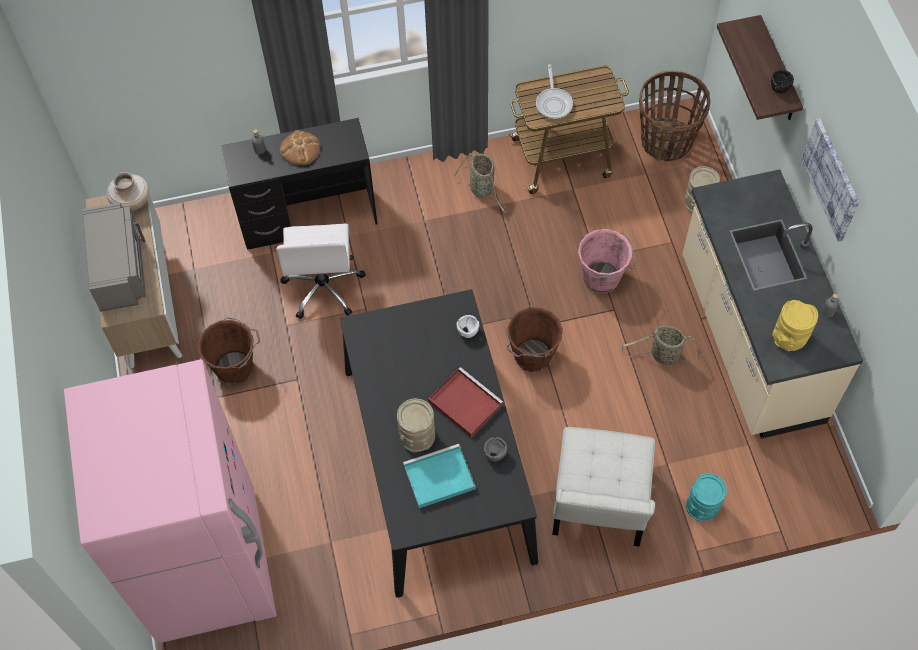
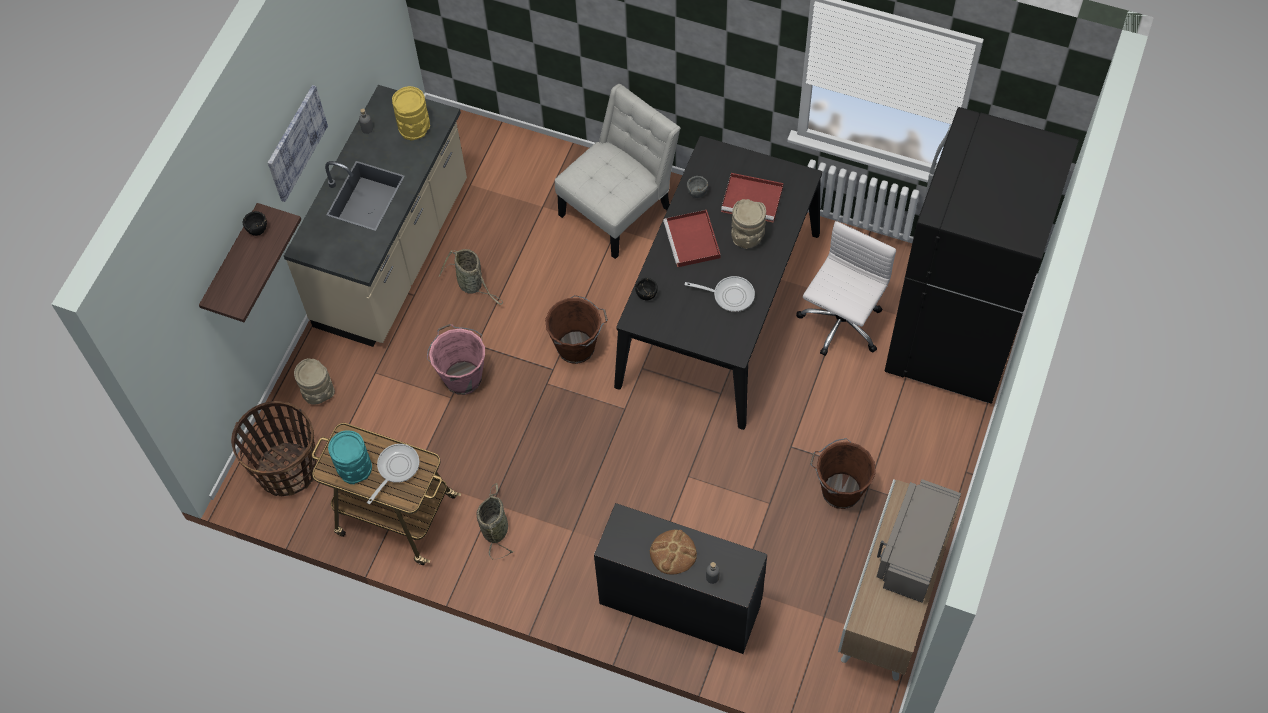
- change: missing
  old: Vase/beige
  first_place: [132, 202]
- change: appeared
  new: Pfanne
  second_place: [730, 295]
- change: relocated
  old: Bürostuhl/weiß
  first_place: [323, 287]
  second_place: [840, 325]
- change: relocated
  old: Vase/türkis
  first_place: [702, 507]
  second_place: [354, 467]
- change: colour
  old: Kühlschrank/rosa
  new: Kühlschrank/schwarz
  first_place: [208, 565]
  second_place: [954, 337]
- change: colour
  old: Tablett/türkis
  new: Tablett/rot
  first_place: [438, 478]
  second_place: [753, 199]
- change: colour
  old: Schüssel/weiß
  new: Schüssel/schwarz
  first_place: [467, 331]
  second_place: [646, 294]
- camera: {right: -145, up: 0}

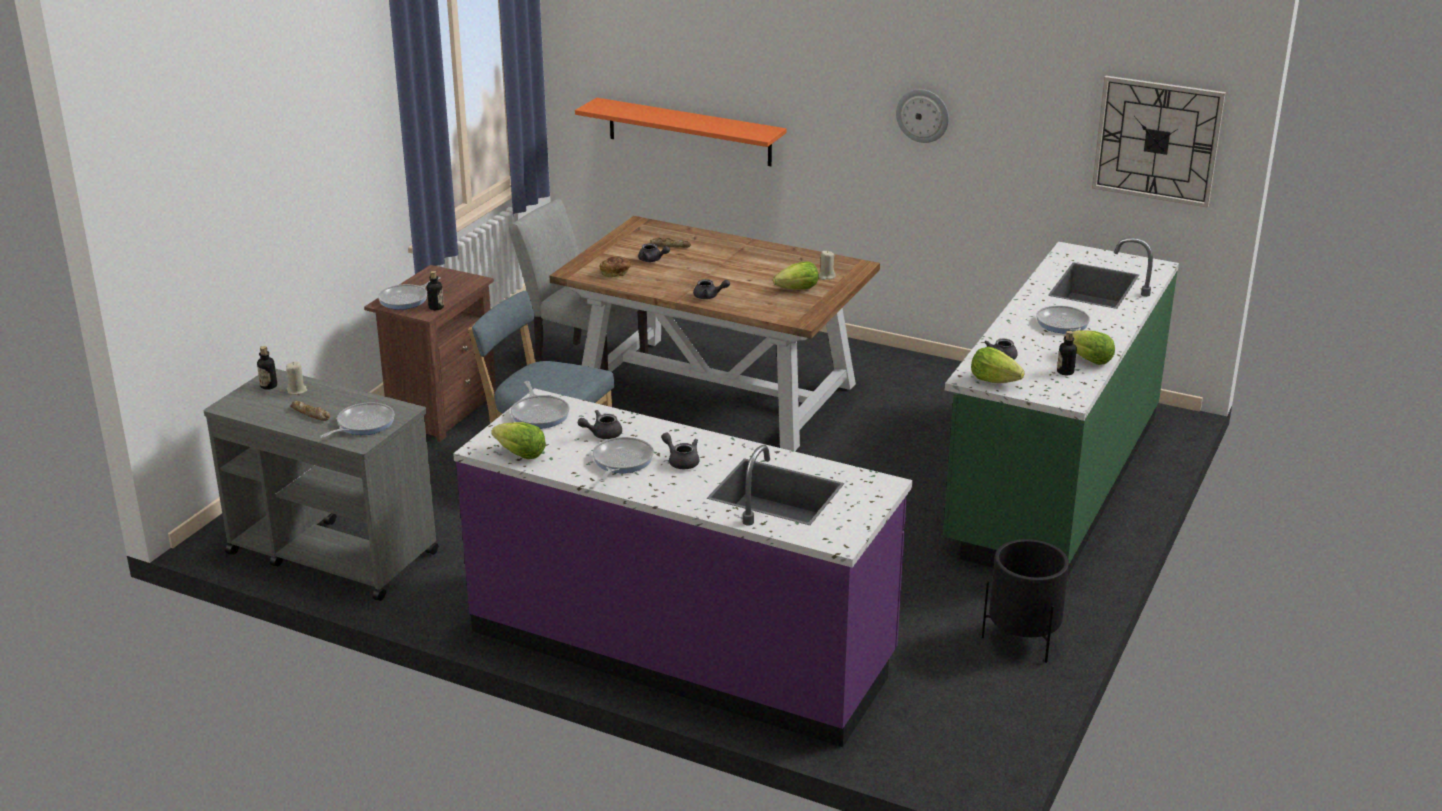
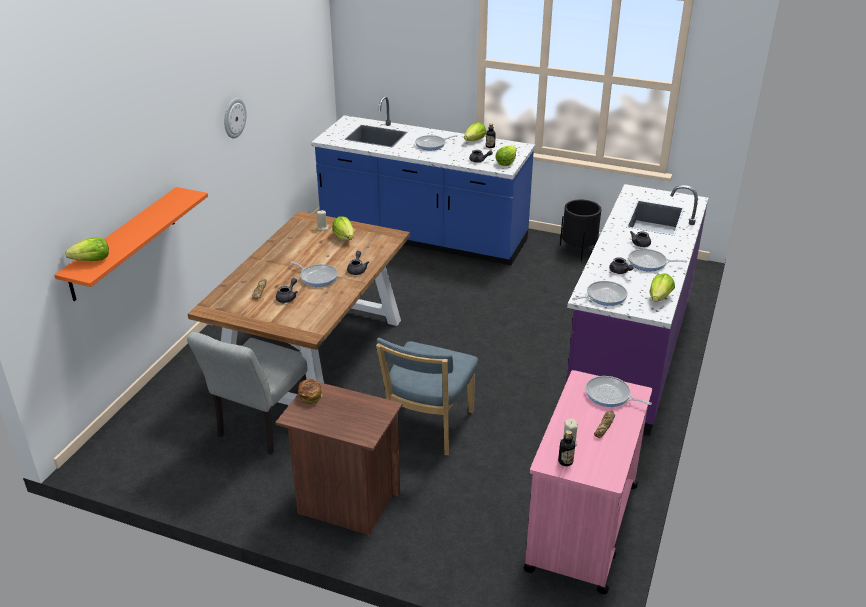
- change: missing
  old: Flasche
  first_place: [436, 307]
- change: missing
  old: Wanduhr
  first_place: [1157, 140]
- change: appeared
  new: Salatkopf
  second_place: [92, 260]
- change: relocated
  old: Pfanne
  first_place: [406, 299]
  second_place: [317, 277]
- change: relocated
  old: Brot
  first_place: [616, 273]
  second_place: [310, 396]
- change: colour
  old: Rollwagen/grau
  new: Rollwagen/rosa
  first_place: [331, 552]
  second_place: [582, 527]
- change: colour
  old: Küchenzeile/grün
  new: Küchenzeile/blau
  first_place: [1052, 480]
  second_place: [423, 237]
- camera: {right: -95, up: 5}

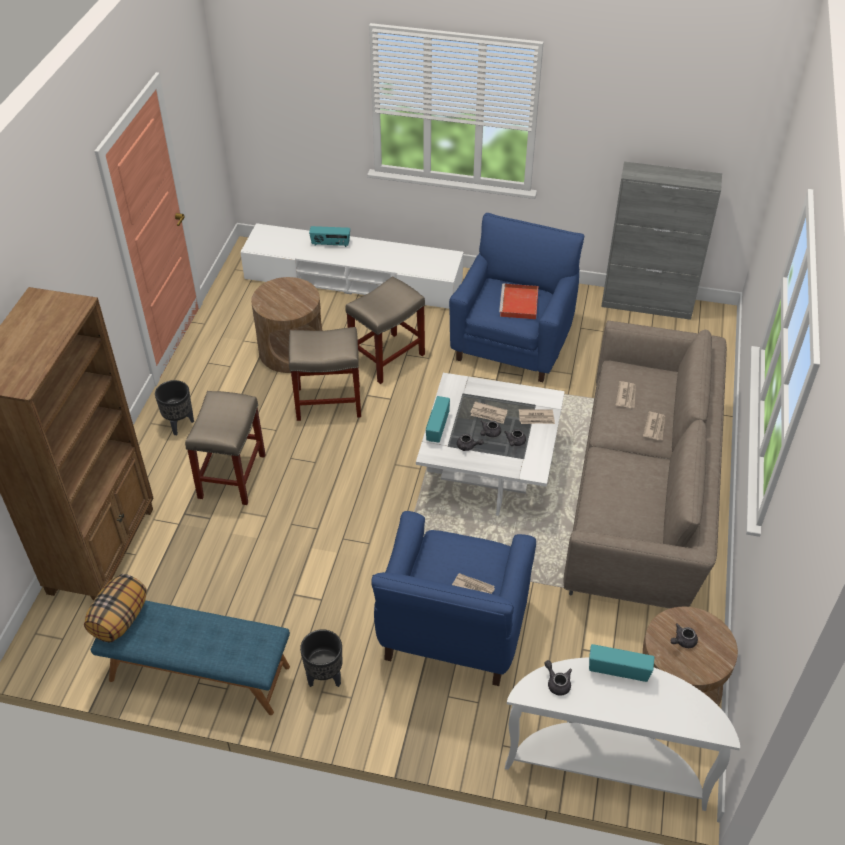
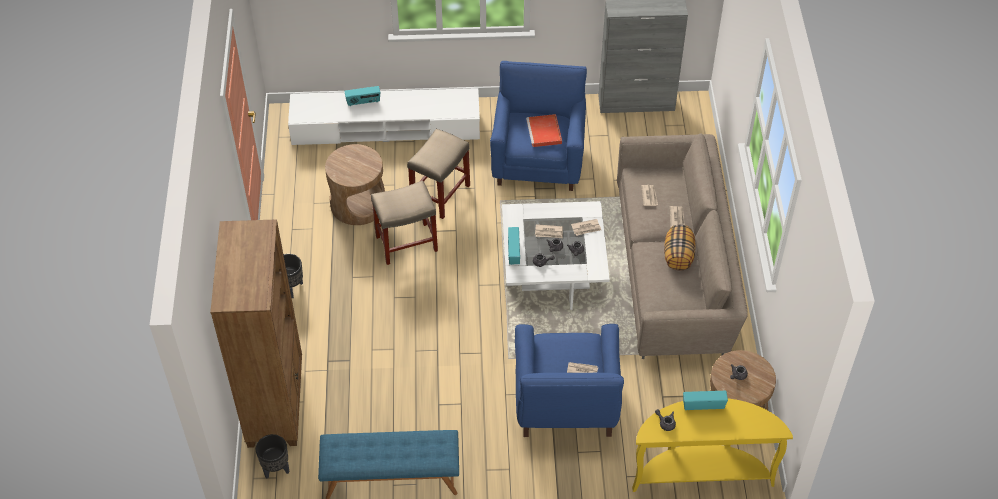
- change: missing
  old: Hocker/beige
  first_place: [232, 475]
- change: relocated
  old: Kissen
  first_place: [120, 620]
  second_place: [678, 256]
- change: relocated
  old: Pflanzkübel/schwarz
  first_place: [324, 677]
  second_place: [276, 469]
- change: colour
  old: Konsolentisch/weiß
  new: Konsolentisch/gelb
  first_place: [606, 764]
  second_place: [701, 472]
- camera: {right: -15, up: 5}

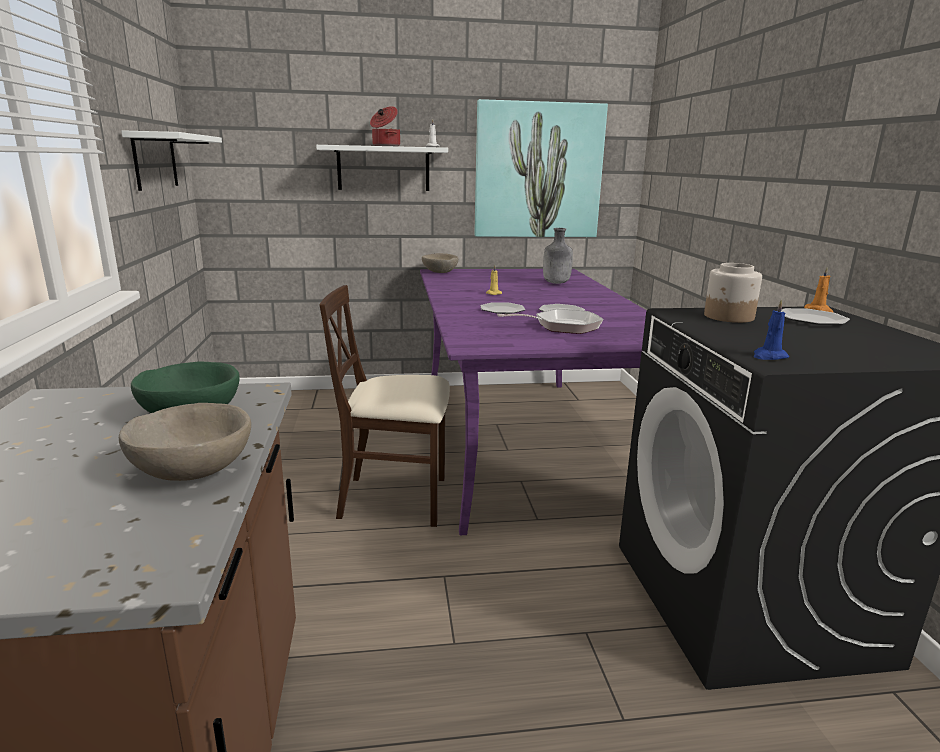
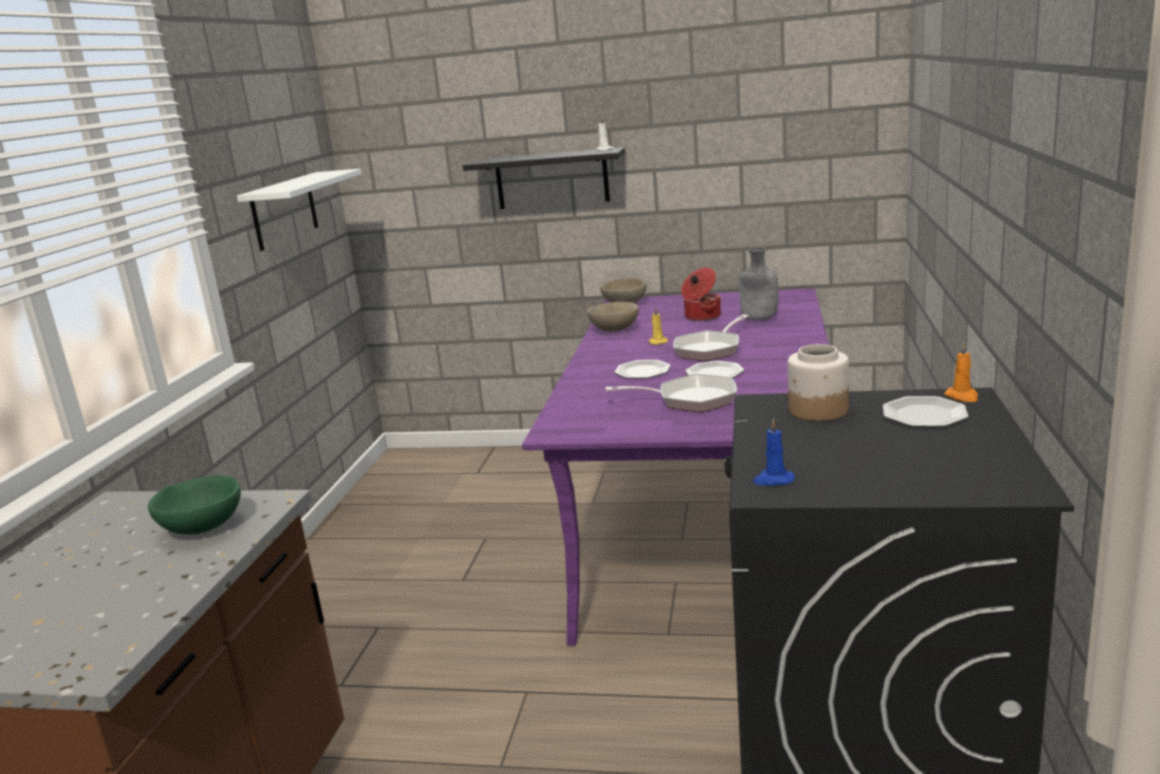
- change: missing
  old: Stuhl/beige
  first_place: [395, 498]
- change: missing
  old: Bild
  first_place: [538, 171]
- change: appeared
  new: Pfanne
  second_place: [710, 349]
- change: relocated
  old: Schüssel/beige
  first_place: [194, 471]
  second_place: [615, 329]
- change: relocated
  old: Kochtopf
  first_place: [385, 146]
  second_place: [701, 317]
- change: colour
  old: Wandregal/weiß
  new: Wandregal/schwarz
  first_place: [383, 168]
  second_place: [552, 179]
- camera: {right: 20, up: 0}

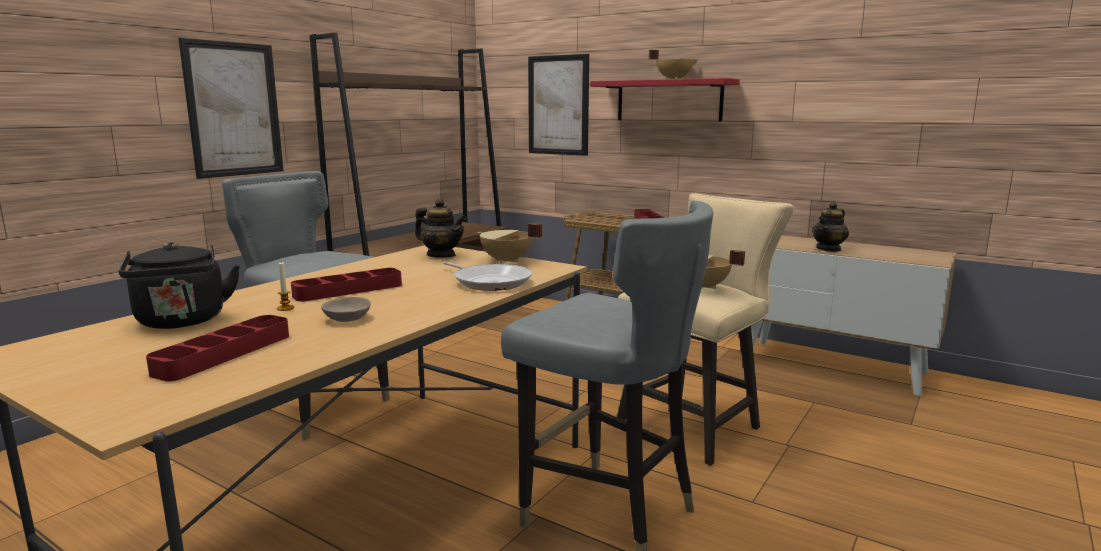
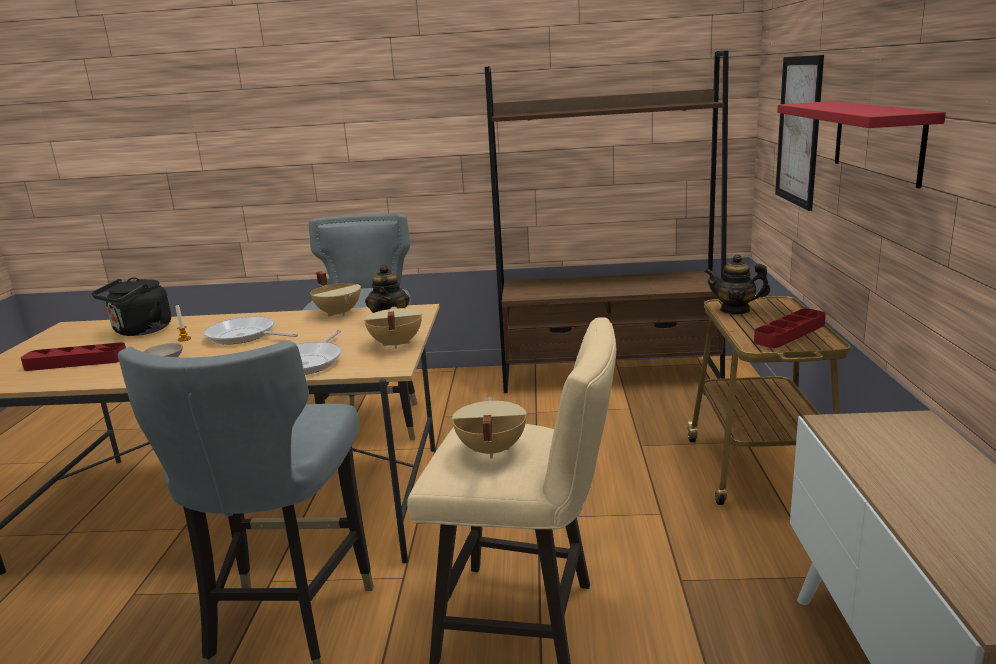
- change: missing
  old: Bild
  first_place: [234, 109]
- change: relocated
  old: Kochtopf/beige
  first_place: [673, 79]
  second_place: [339, 313]
- change: relocated
  old: Teekanne
  first_place: [829, 249]
  second_place: [735, 310]
- change: exchanged
  old: Tablett/rot
  new: Pfanne
  first_place: [348, 290]
  second_place: [244, 336]
- camera: {right: 60, up: 5}

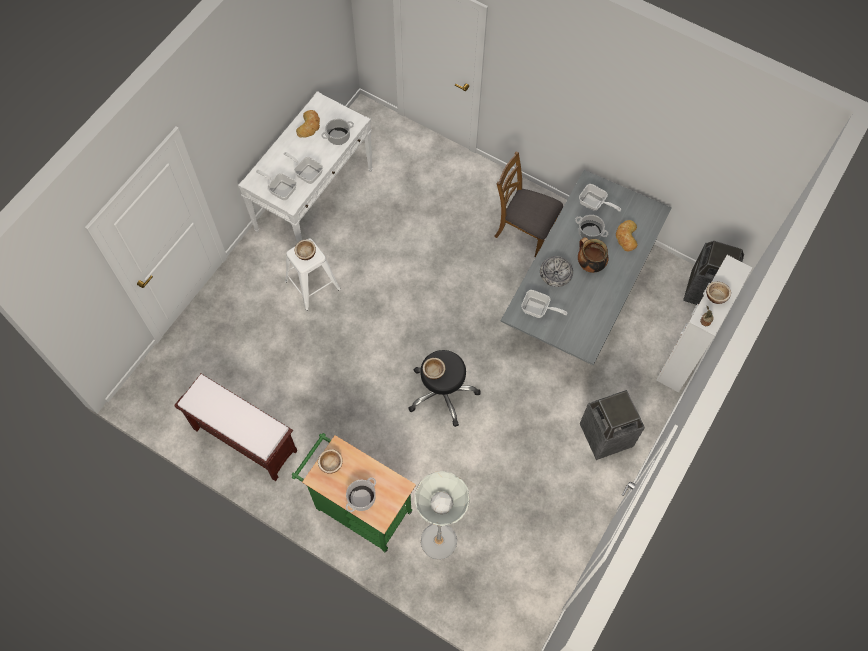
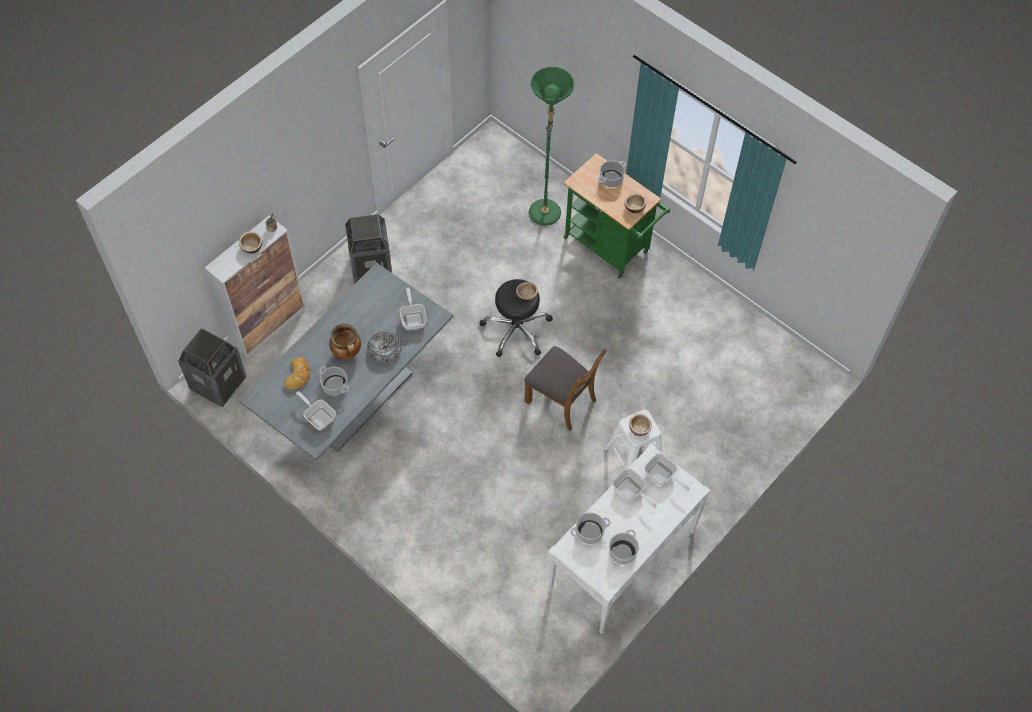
- change: missing
  old: Bank/braun
  first_place: [244, 439]
- change: relocated
  old: Stuhl/braun
  first_place: [524, 231]
  second_place: [561, 400]
- change: exchanged
  old: Brot
  new: Kochtopf
  first_place: [309, 126]
  second_place: [622, 553]
- change: colour
  old: Stehlampe/grau
  new: Stehlampe/grün
  first_place: [439, 549]
  second_place: [545, 207]
- change: spun
  old: Pfanne
  first_place: [538, 309]
  second_place: [413, 318]
  degrees: 45
- camera: {right: -170, up: -5}

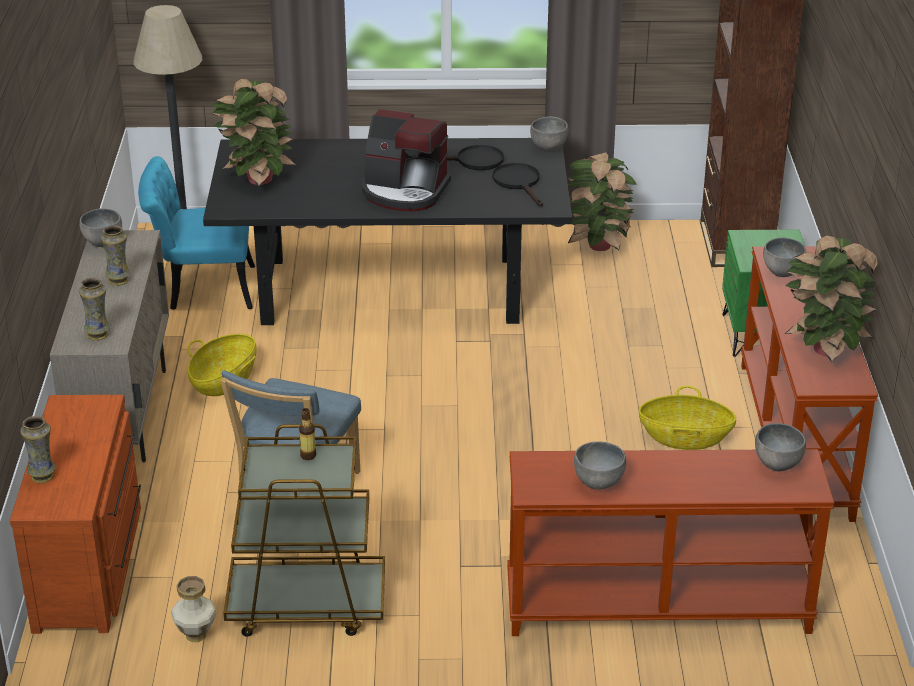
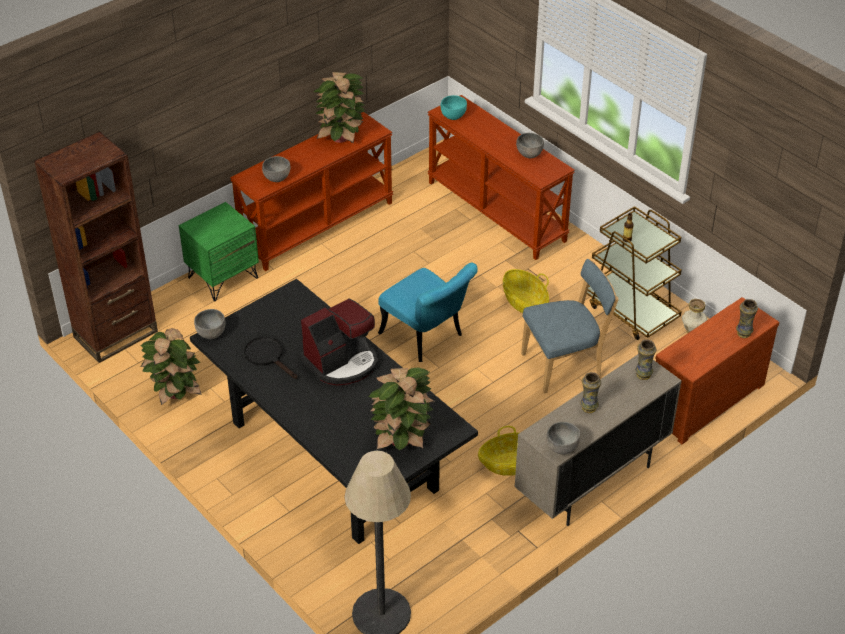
- change: missing
  old: Pfanne/schwarz
  first_place: [519, 183]
- change: relocated
  old: Stuhl/türkis
  first_place: [201, 289]
  second_place: [427, 338]
- change: relocated
  old: Korb
  first_place: [685, 438]
  second_place: [524, 302]
- change: colour
  old: Schüssel/grau
  new: Schüssel/türkis
  first_place: [777, 464]
  second_place: [453, 116]
- change: spun
  old: Kaffeemaschine
  first_place: [404, 192]
  second_place: [342, 362]
  degrees: 75
- camera: {right: -130, up: 10}

